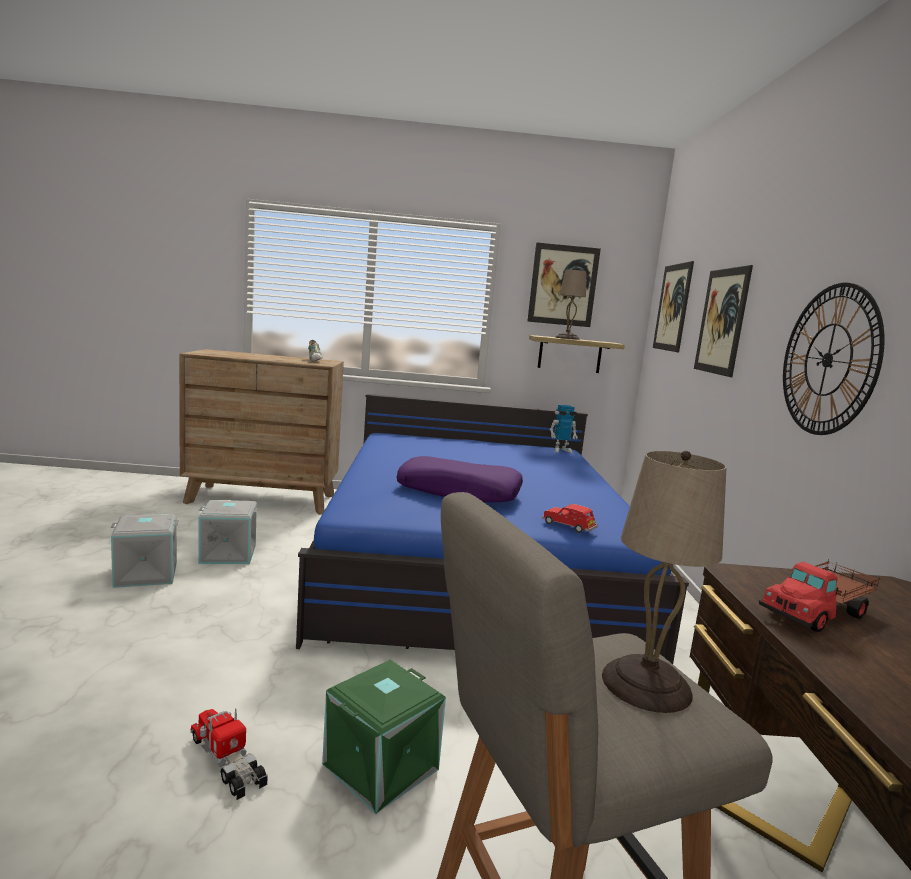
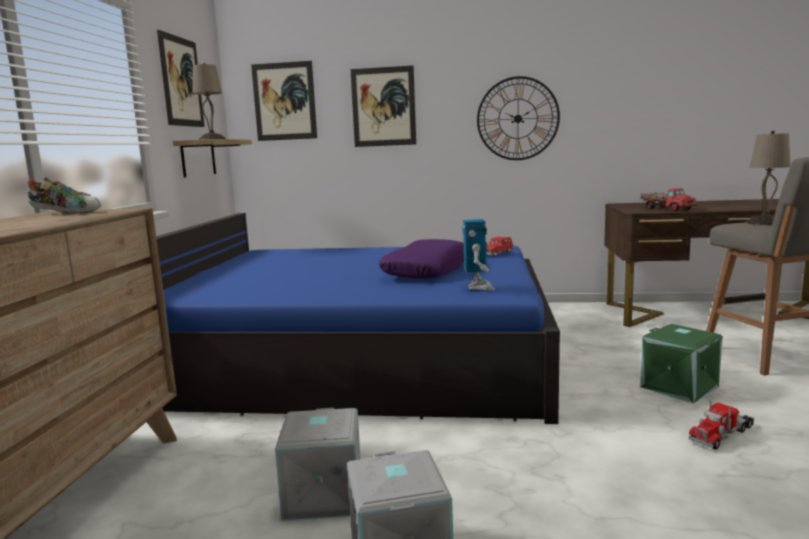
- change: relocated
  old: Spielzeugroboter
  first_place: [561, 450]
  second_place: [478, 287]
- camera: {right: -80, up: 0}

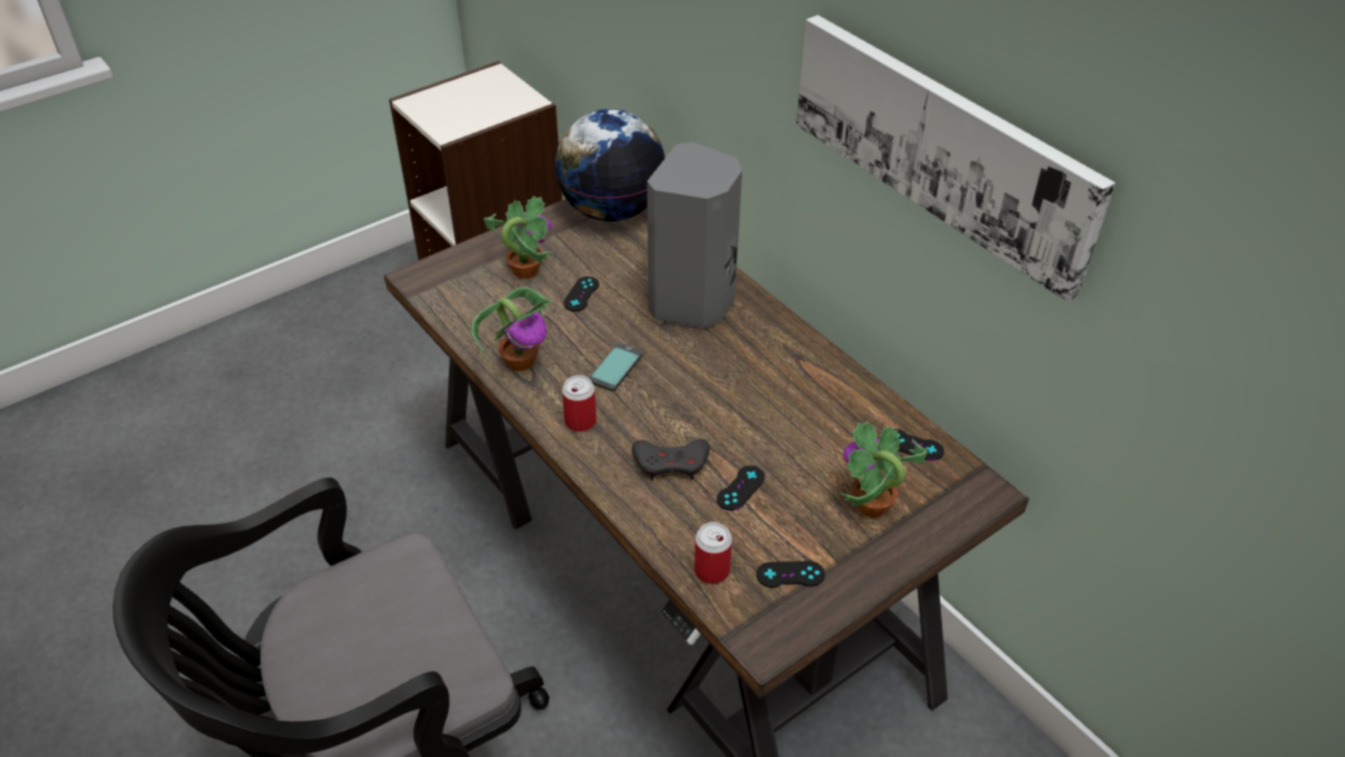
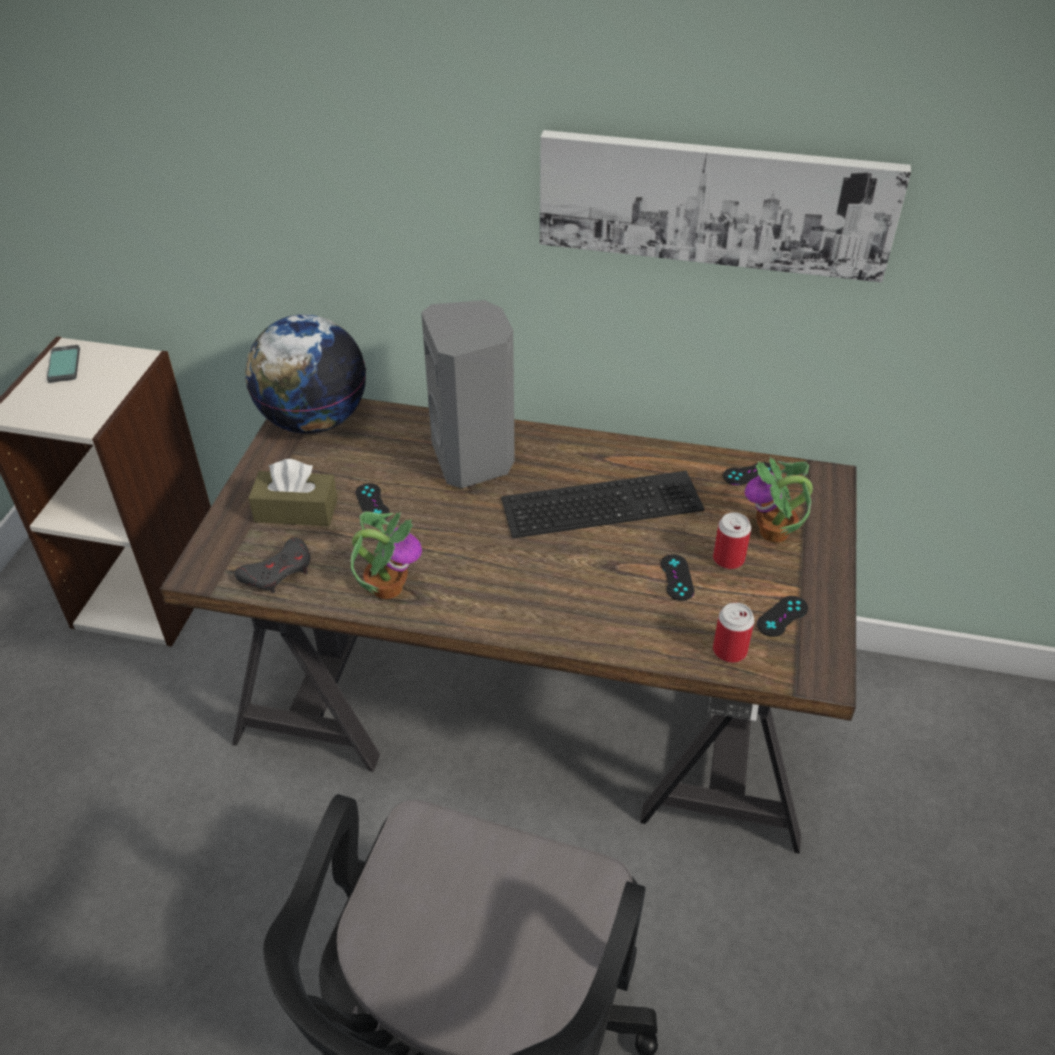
- change: appeared
  new: Tastatur
  second_place: [603, 501]
- change: relocated
  old: Dose
  first_place: [580, 421]
  second_place: [728, 559]
- change: relocated
  old: Handy
  first_place: [615, 368]
  second_place: [64, 365]
- change: relocated
  old: Gamepad/grau
  first_place: [671, 463]
  second_place: [278, 571]
- change: exchanged
  old: Topfpflanze
  new: Taschentuchbox/braun
  first_place: [524, 270]
  second_place: [296, 510]
- camera: {right: -40, up: 0}

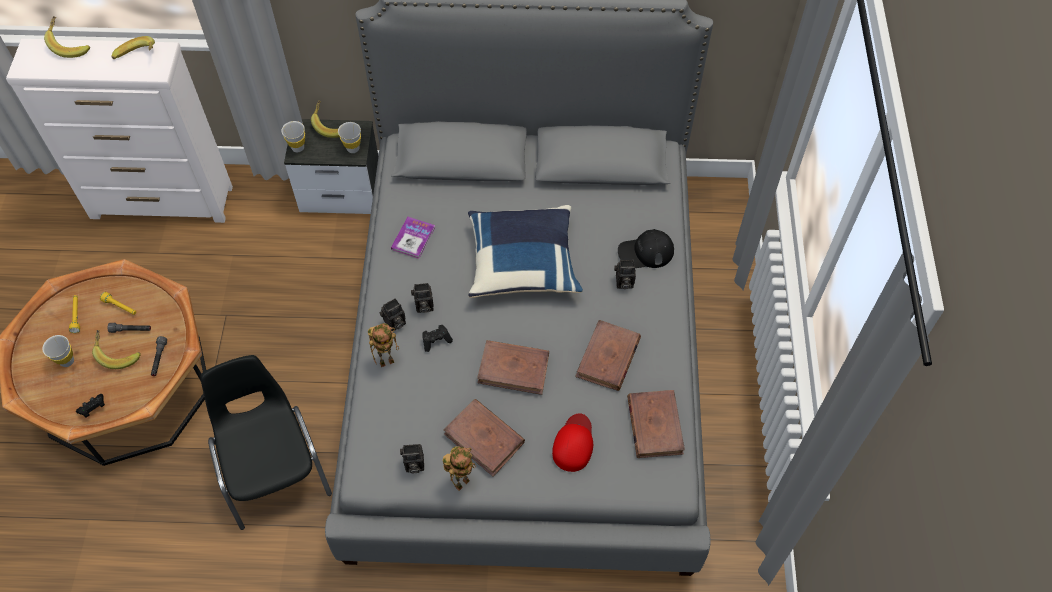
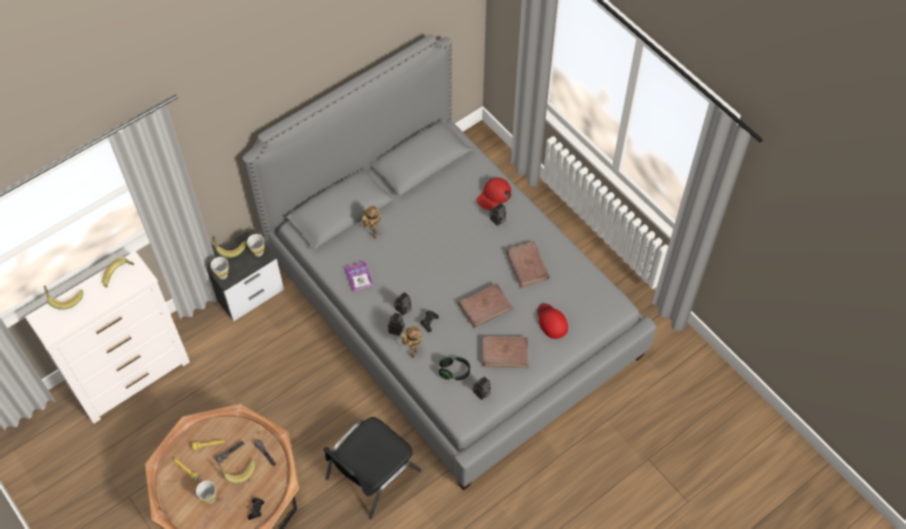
- change: missing
  old: Kissen/blau
  first_place: [523, 263]
- change: missing
  old: Buch/braun
  first_place: [654, 425]
- change: appeared
  new: Kopfhörer/schwarz
  second_place: [454, 371]
- change: relocated
  old: Spielzeugroboter
  first_place: [462, 482]
  second_place: [373, 234]
- change: colour
  old: Kappe/schwarz
  new: Kappe/rot
  first_place: [645, 252]
  second_place: [493, 196]
- change: spun
  old: Stuhl/schwarz
  first_place: [273, 468]
  second_place: [371, 474]
  degrees: -75
- camera: {right: -40, up: 0}

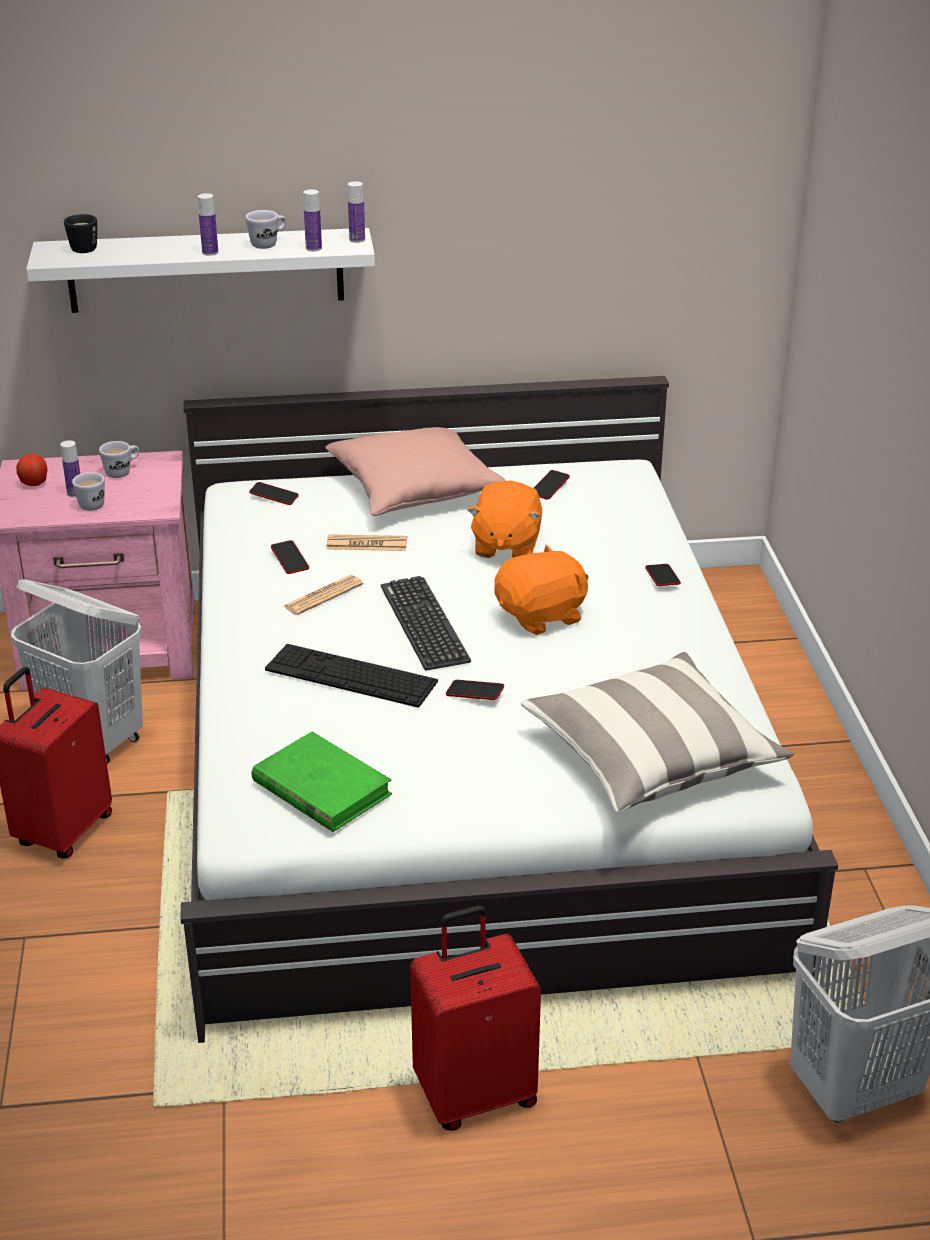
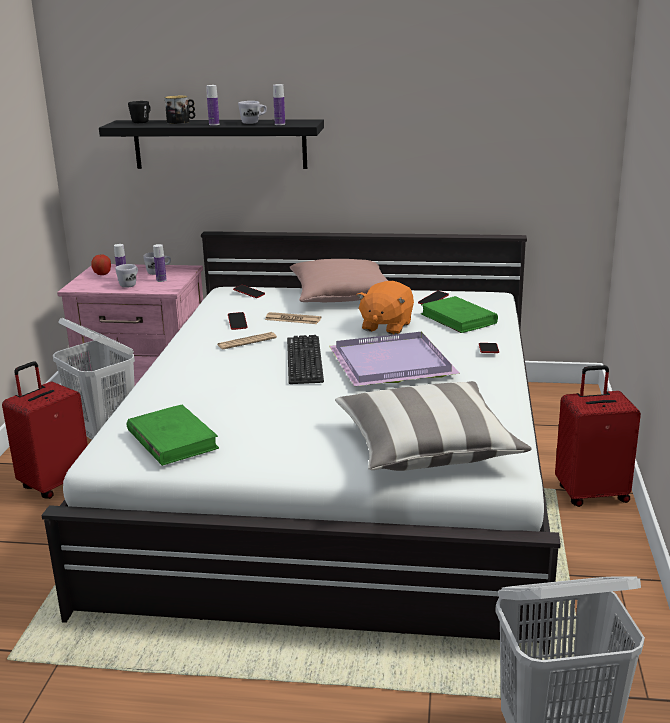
- change: missing
  old: Tastatur
  first_place: [351, 675]
- change: missing
  old: Handy
  first_place: [475, 693]
- change: appeared
  new: Henkelbecher
  second_place: [181, 122]
- change: appeared
  new: Buch/grün
  second_place: [458, 319]
- change: relocated
  old: Flasche
  first_place: [357, 239]
  second_place: [161, 280]
- change: relocated
  old: Koffer/rot
  first_place: [475, 1093]
  second_place: [591, 493]
- change: exchanged
  old: Plüschtier/orange
  new: Tablett/lila
  first_place: [541, 616]
  second_place: [389, 363]
- change: colour
  old: Wandregal/weiß
  new: Wandregal/schwarz
  first_place: [206, 270]
  second_place: [219, 144]
- camera: {right: 15, up: -10}

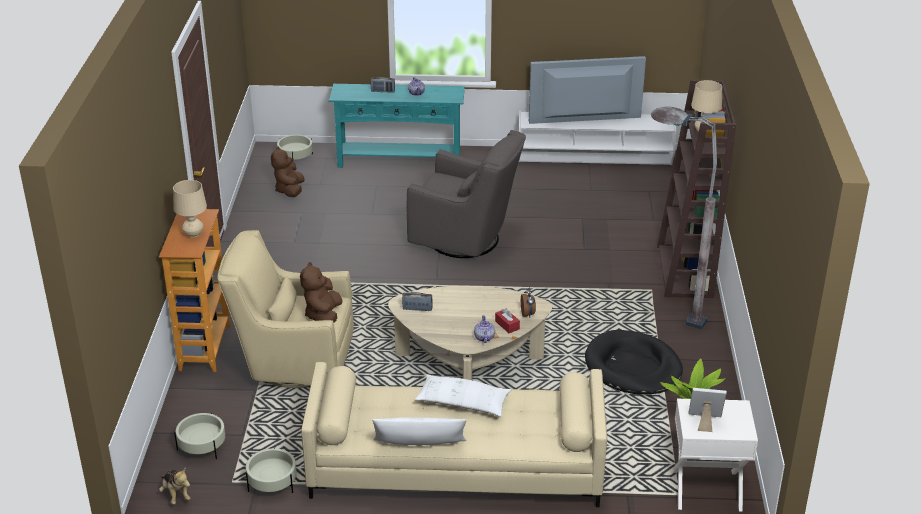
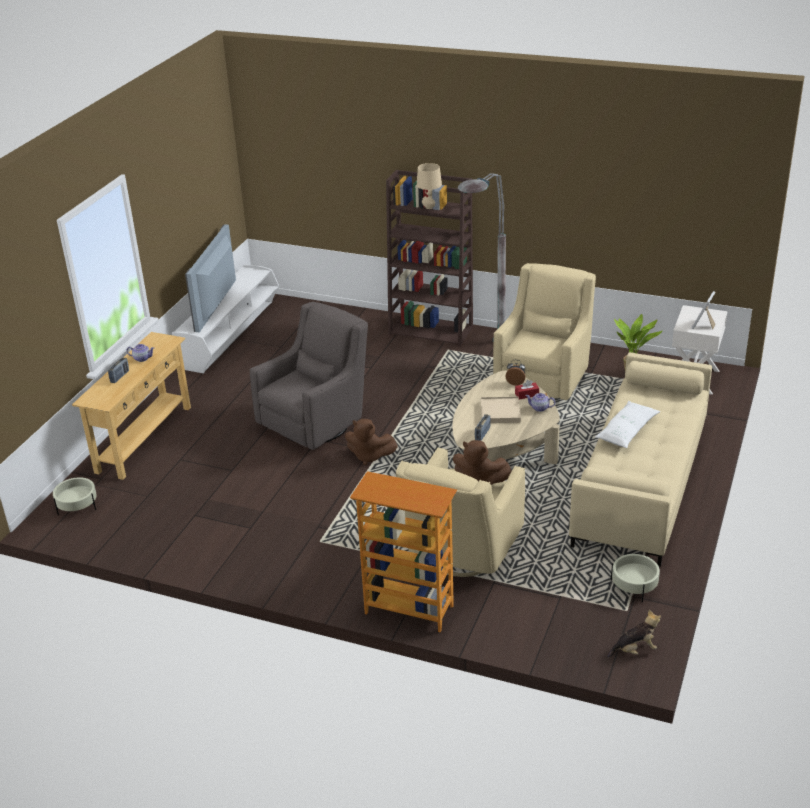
- change: missing
  old: Tischlampe/beige
  first_place: [193, 234]
- change: missing
  old: Pflanzkübel/beige
  first_place: [202, 446]
- change: missing
  old: Kissen/weiß
  first_place: [419, 445]
- change: appeared
  new: Tablett/beige
  second_place: [500, 412]
- change: relocated
  old: Plüschtier/braun
  first_place: [290, 191]
  second_place: [369, 456]
- change: exchanged
  old: Hundebett/schwarz
  new: Sessel/beige
  first_place: [633, 367]
  second_place: [544, 378]
- change: colour
  old: Konsolentisch/türkis
  new: Konsolentisch/beige
  first_place: [399, 161]
  second_place: [143, 439]
- camera: {right: -70, up: 0}

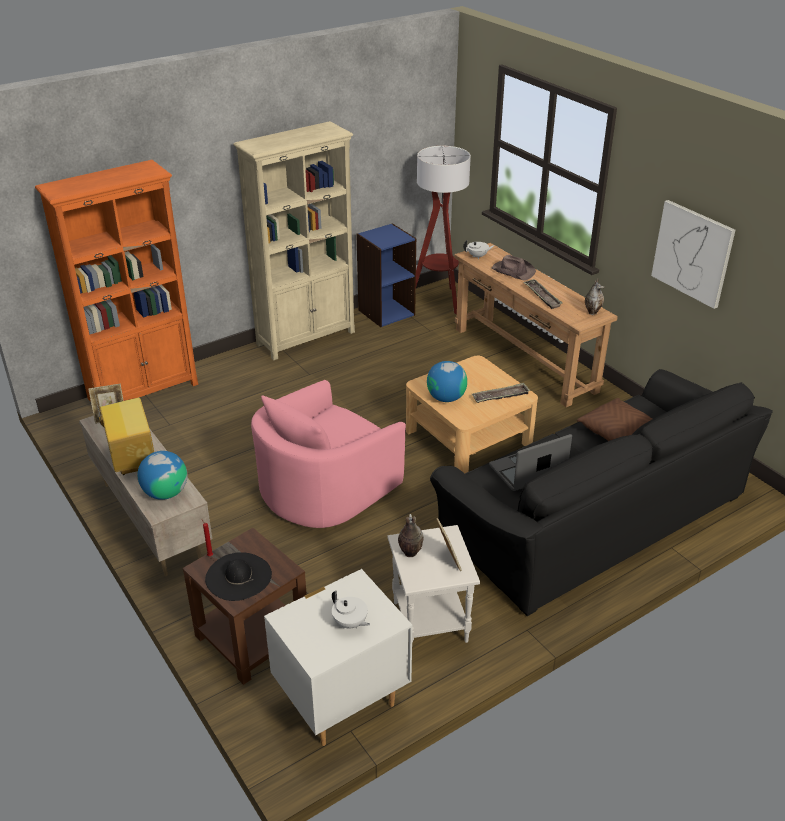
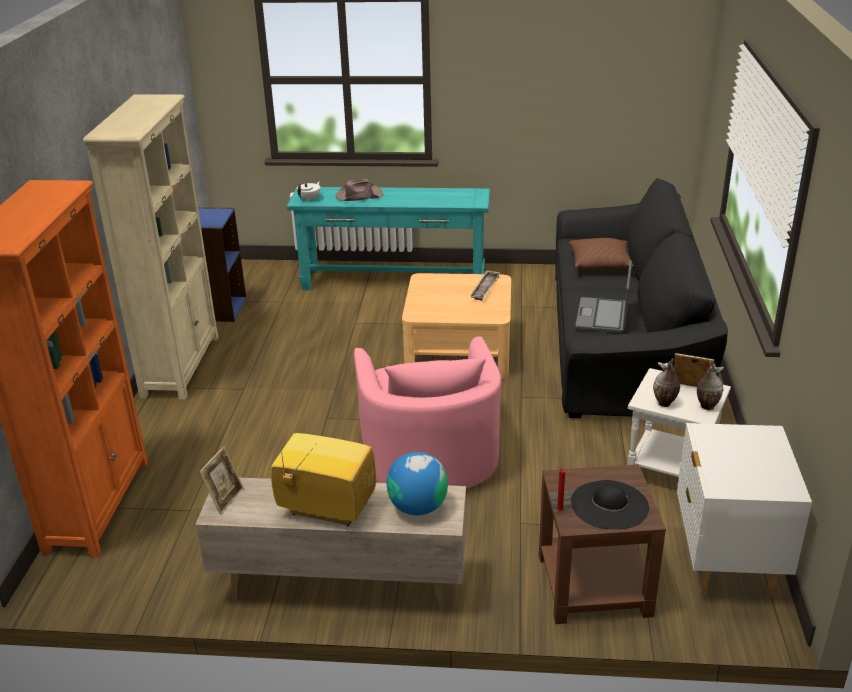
- change: missing
  old: Teekanne/weiß
  first_place: [350, 623]
- change: missing
  old: Stehlampe
  first_place: [439, 301]
- change: missing
  old: Globus
  first_place: [446, 398]
- change: missing
  old: Tablett
  first_place: [542, 296]
- change: missing
  old: Bild
  first_place: [692, 253]
- change: relocated
  old: Vase
  first_place: [592, 312]
  second_place: [706, 406]
- change: colour
  old: Konsolentisch/braun
  new: Konsolentisch/türkis
  first_place: [524, 359]
  second_place: [393, 281]
- camera: {right: -50, up: -5}

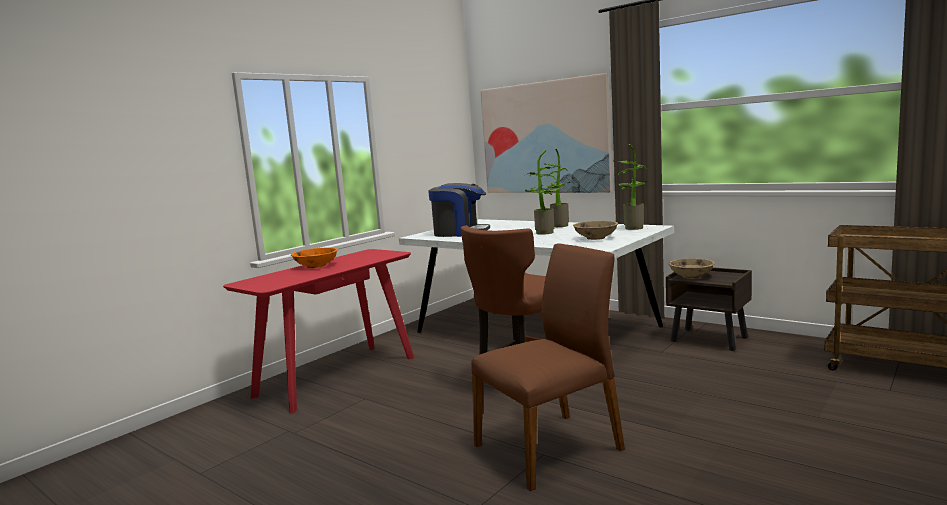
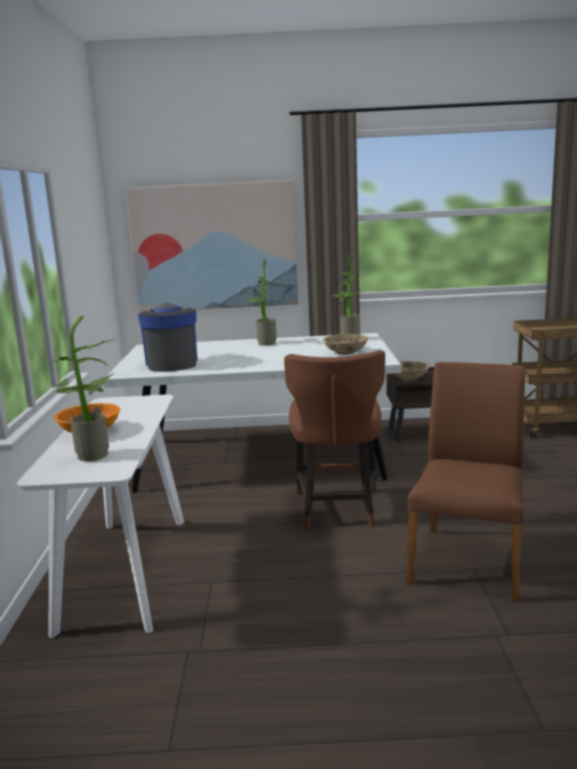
- change: relocated
  old: Topfpflanze
  first_place: [544, 233]
  second_place: [93, 457]
- change: colour
  old: Konsolentisch/rot
  new: Konsolentisch/weiß
  first_place: [337, 376]
  second_place: [125, 570]
- change: spun
  old: Kaffeemaschine
  first_place: [460, 233]
  second_place: [171, 363]
  degrees: -75
- camera: {right: -40, up: 5}

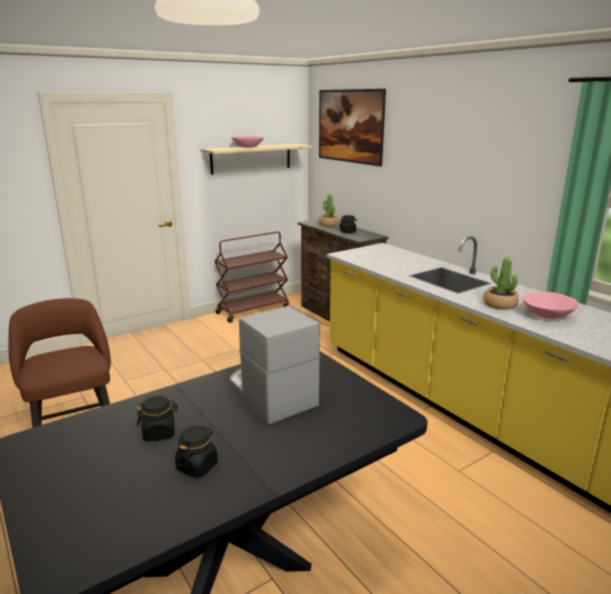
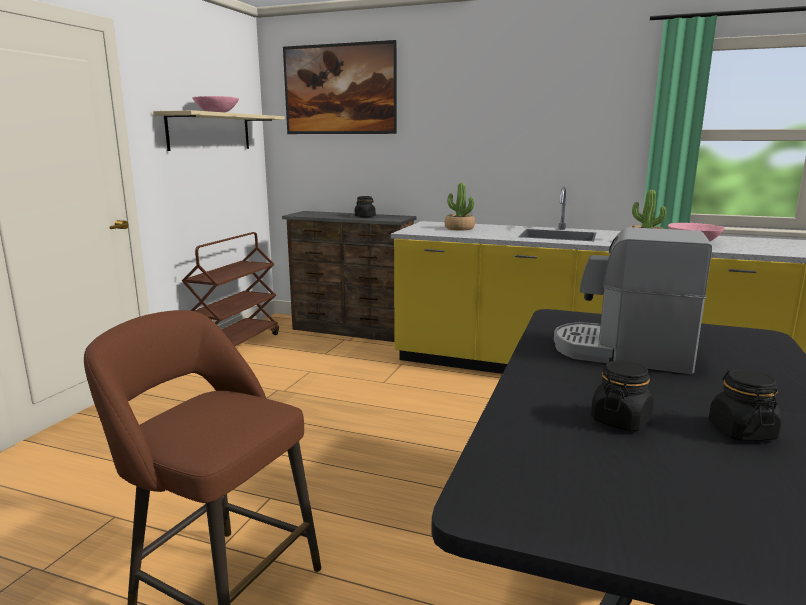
- change: relocated
  old: Topfpflanze
  first_place: [328, 224]
  second_place: [459, 228]
- camera: {right: -35, up: -5}

